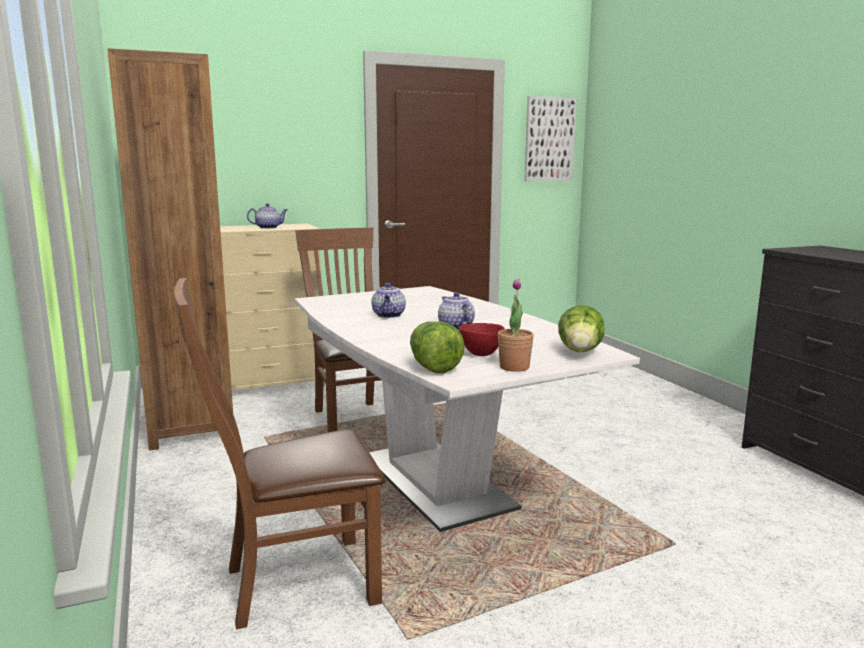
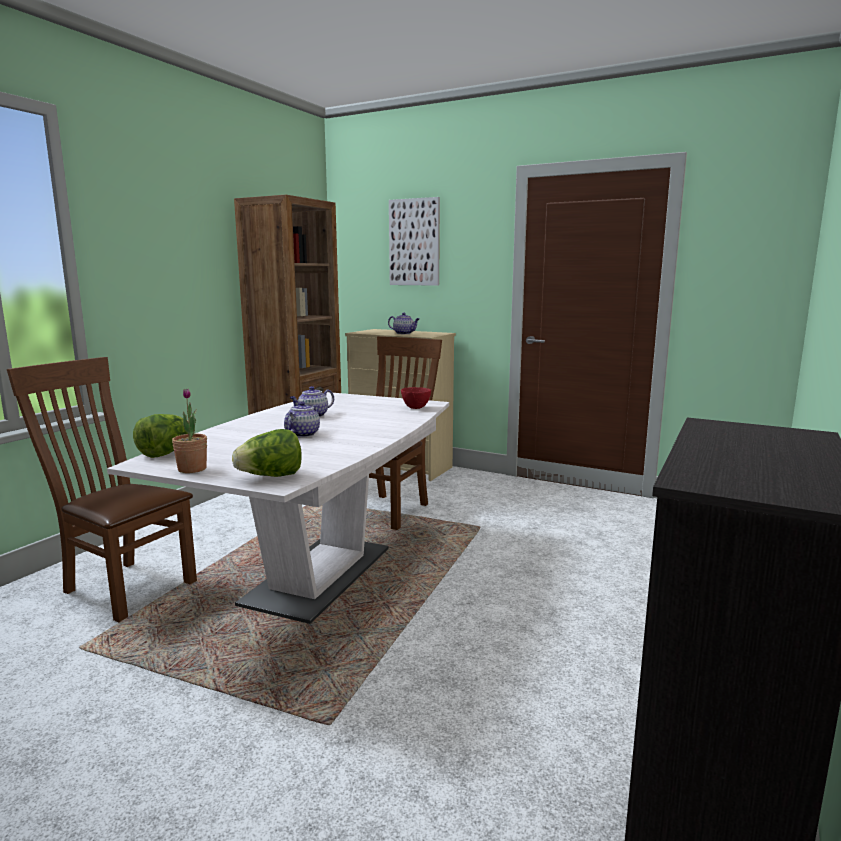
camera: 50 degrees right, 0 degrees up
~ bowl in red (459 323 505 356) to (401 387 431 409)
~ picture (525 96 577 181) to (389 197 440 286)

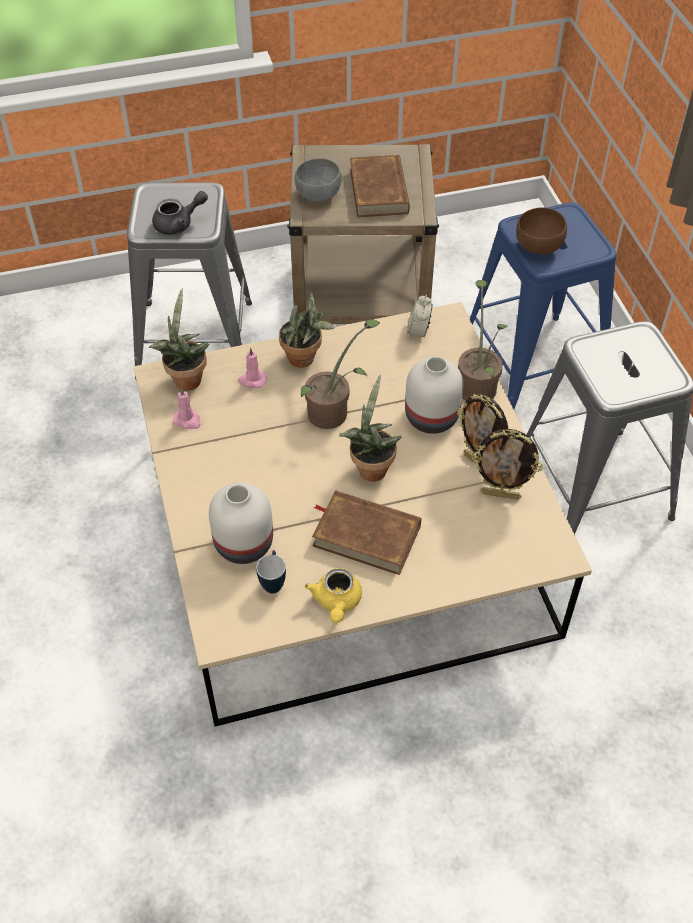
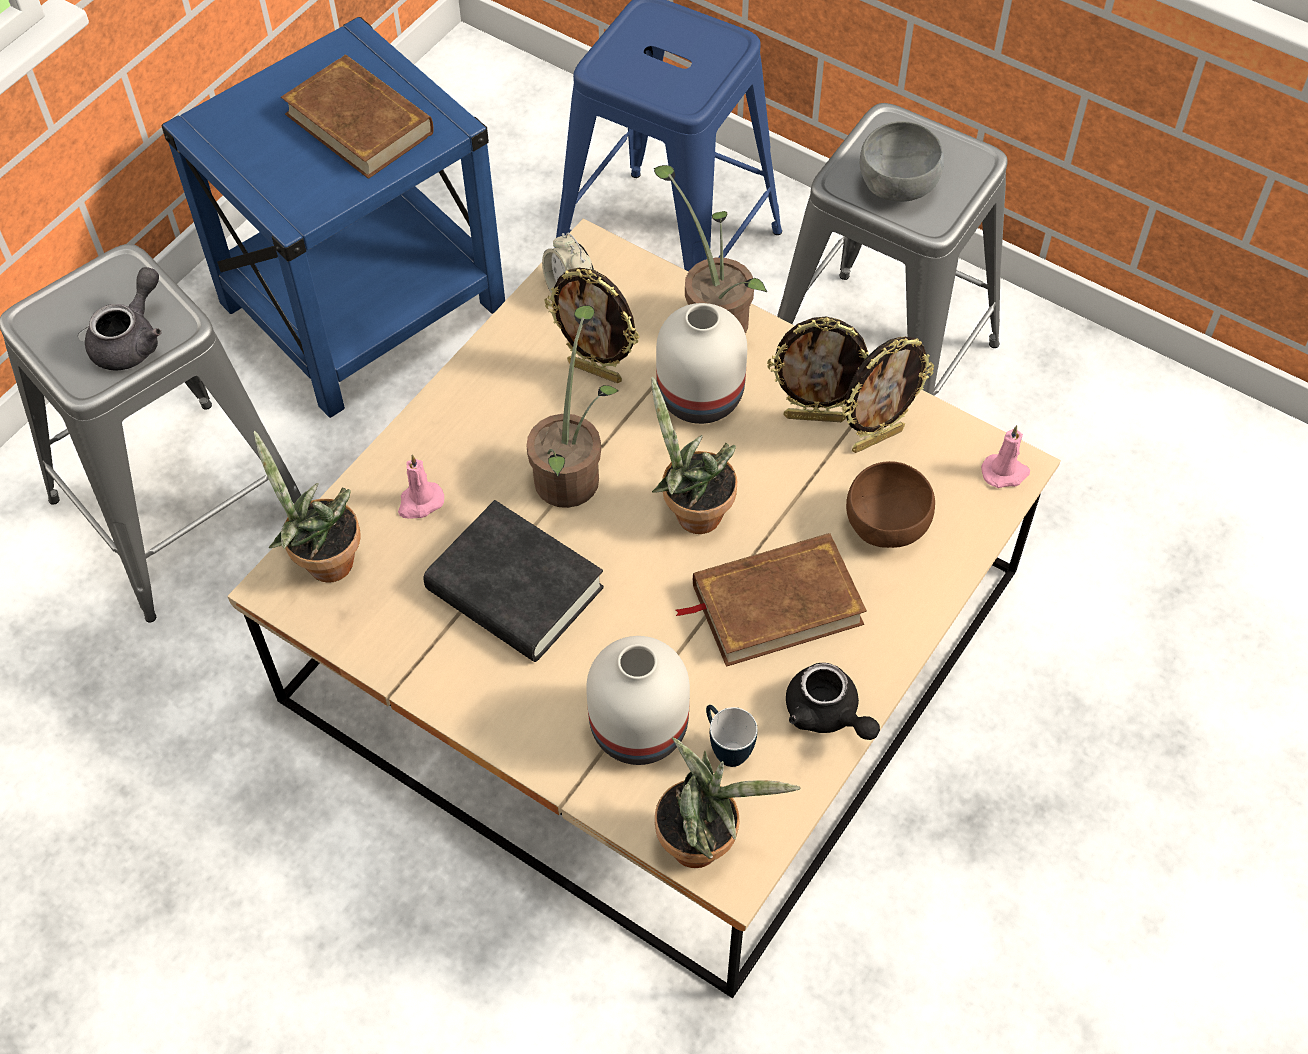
camera: 40 degrees left, 5 degrees up
+ book in black (423 500 604 662)
+ picture frame (544 268 639 383)
~ candle in pink (173 387 201 429) to (981 425 1030 488)
~ potted plant (279 291 335 368) to (655 737 801 868)
~ bowl in grey (295 158 342 202) to (860 121 944 202)
~ bowl in brown (516 207 567 254) to (846 461 935 548)
~ side table in beige (287 144 439 324) to side table in blue (162 17 505 418)
~ teapot in yellow (304 568 362 623) to teapot in black (786 663 880 740)

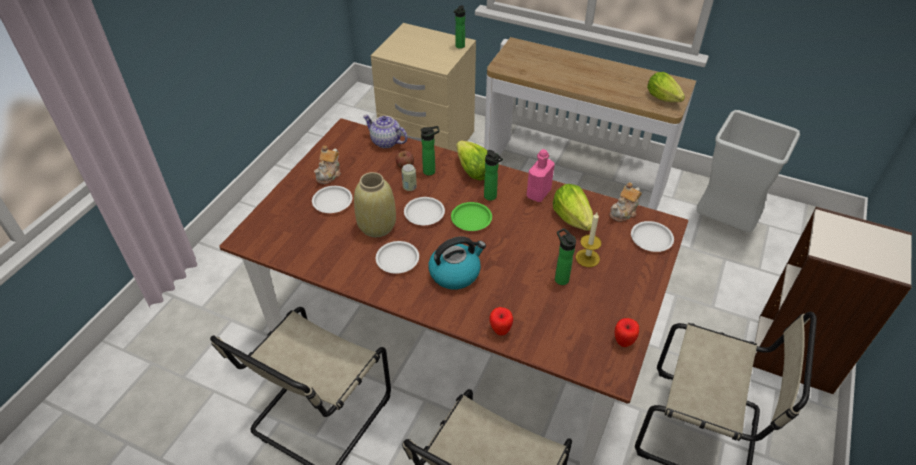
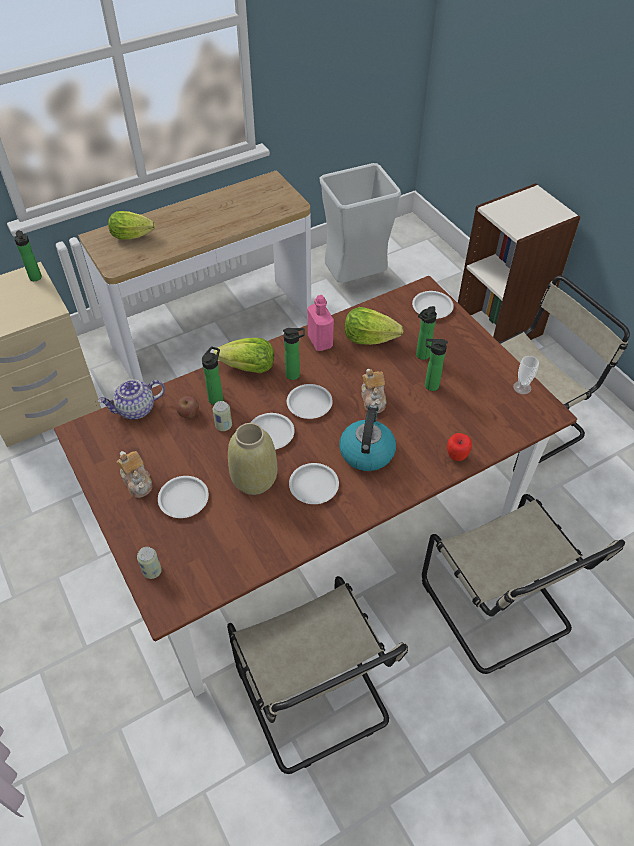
camera: 55 degrees left, 5 degrees up
+ can (137 547 162 579)
~ teapot (610 182 642 222) to (361 369 387 413)
~ lettuce (647 72 685 102) to (108 211 155 240)
~ candle (576 212 602 267) to bottle (416 306 437 360)
~ apple (615 318 639 347) to cup (513 356 539 394)
~ plate in green (451 202 492 231) to plate in white (287 384 333 419)

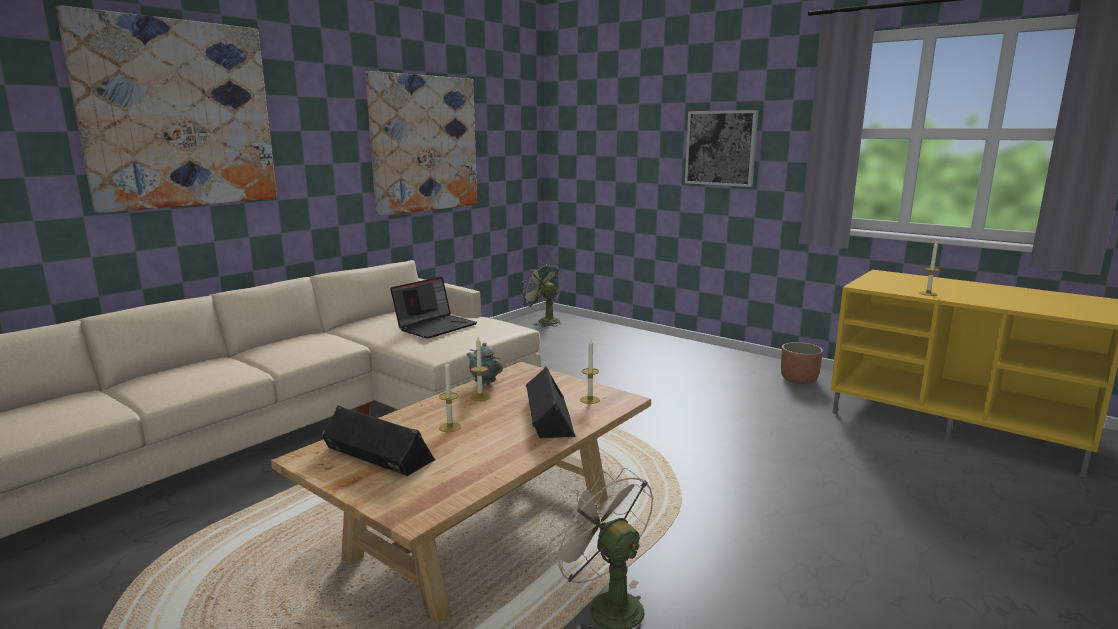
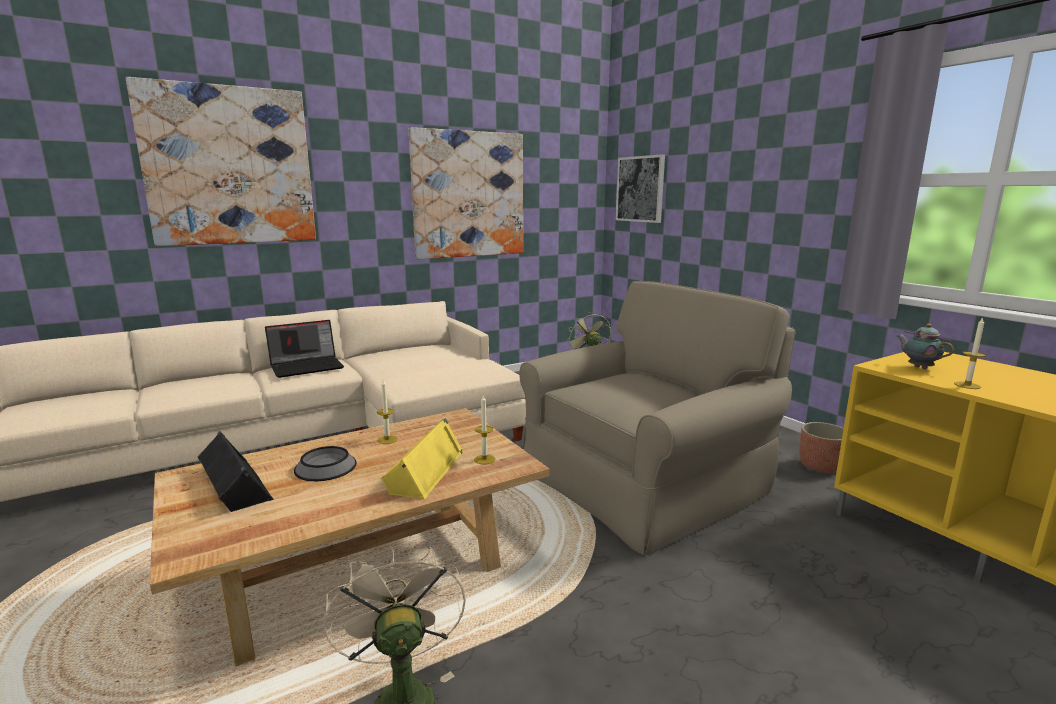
camera: 20 degrees right, 0 degrees up
+ armchair in beige (520 281 795 555)
~ laptop (390 277 477 339) to (265 320 344 378)
~ teapot (467 343 503 385) to (897 324 954 369)
~ picture (685 110 759 187) to (616 154 665 223)
~ candle (439 361 461 432) to bowl (294 446 357 481)
~ speaker in black (526 366 576 438) to speaker in yellow (381 418 464 500)

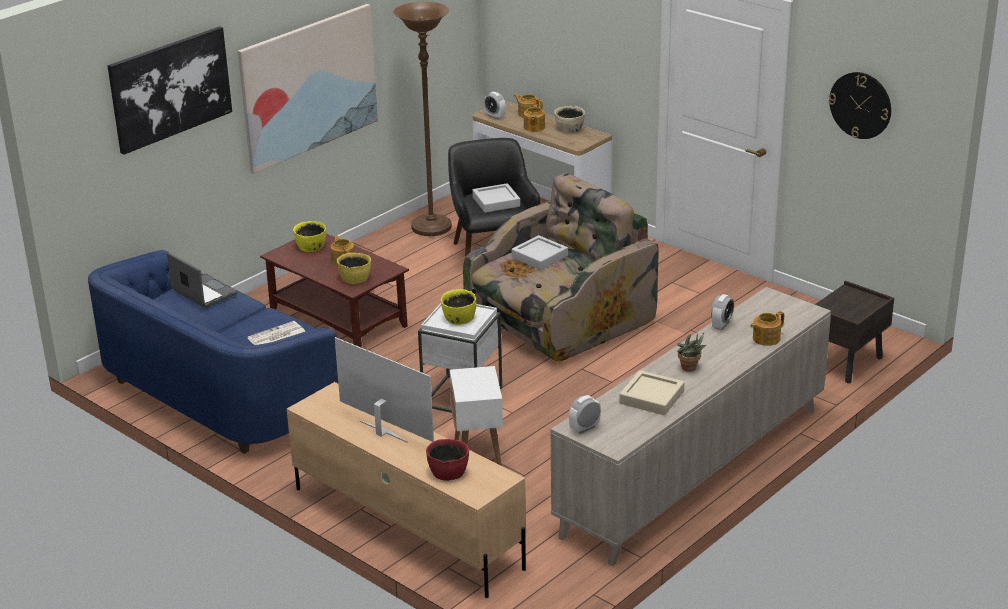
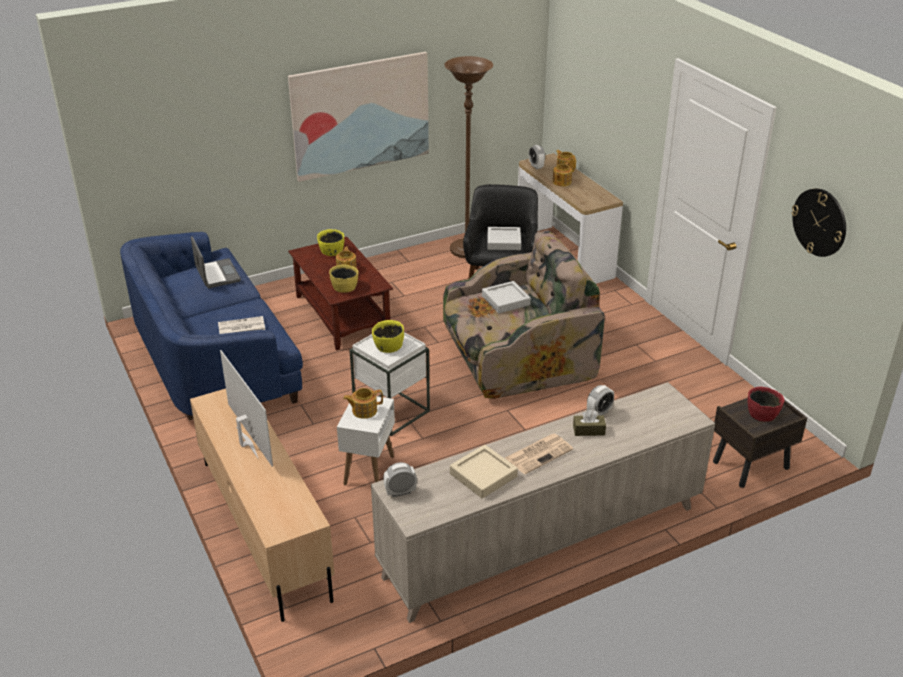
camera: 20 degrees right, 5 degrees up
- picture (108 26 232 155)
- bowl in beige (554 106 585 134)
+ tissue box in brown (573 410 606 436)
~ bowl in red (426 439 469 481) to (748 387 784 422)
~ teapot (750 311 784 346) to (343 388 383 419)
~ potted plant (677 333 706 372) to newspaper (505 433 573 474)

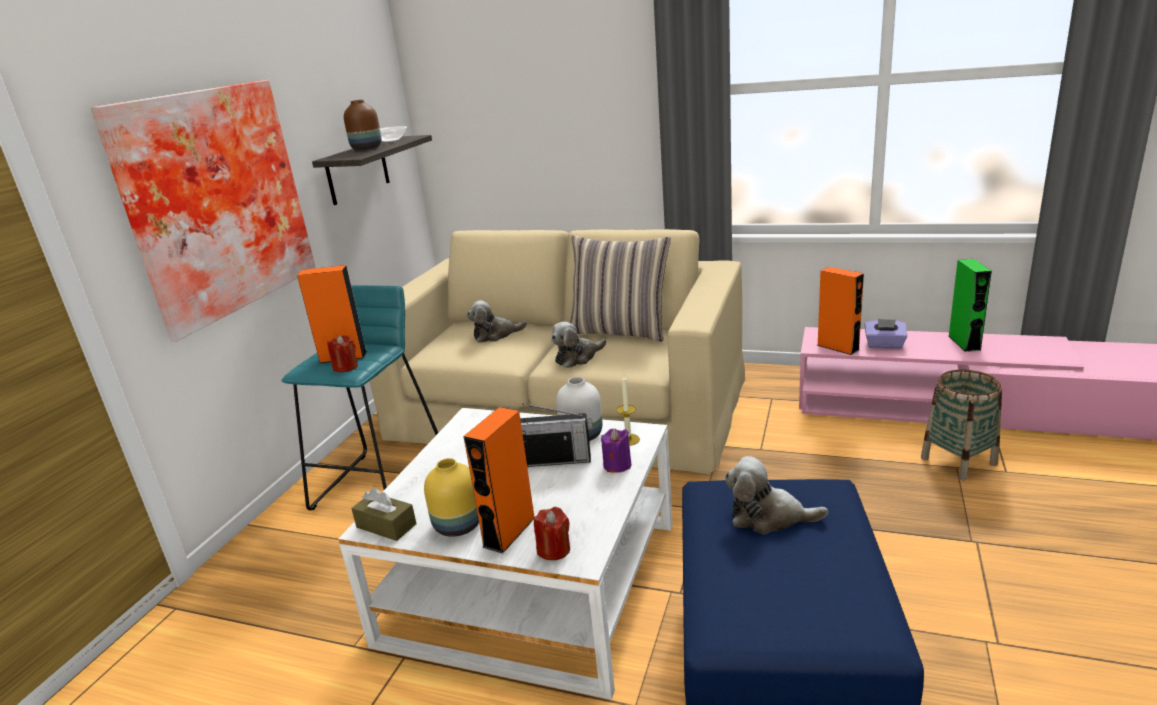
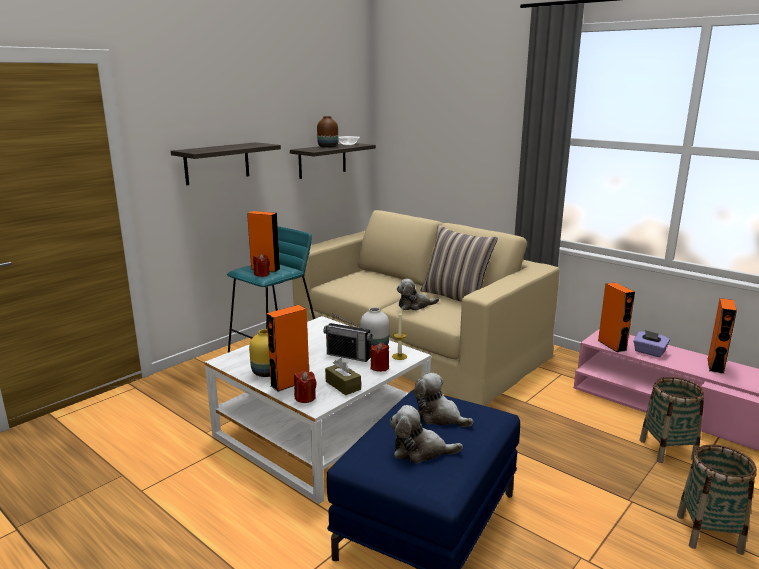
camera: 20 degrees right, 5 degrees down
+ basket (677 445 757 555)
~ tissue box in brown (351 488 416 541) to (325 358 361 395)
~ plush toy (467 300 527 343) to (390 405 463 463)
~ picture (91 80 316 341) to shelf (171 142 281 185)
~ candle in purple (601 429 631 473) to candle in red (370 342 389 372)
~ speaker in green (949 259 992 352) to speaker in orange (708 298 737 374)

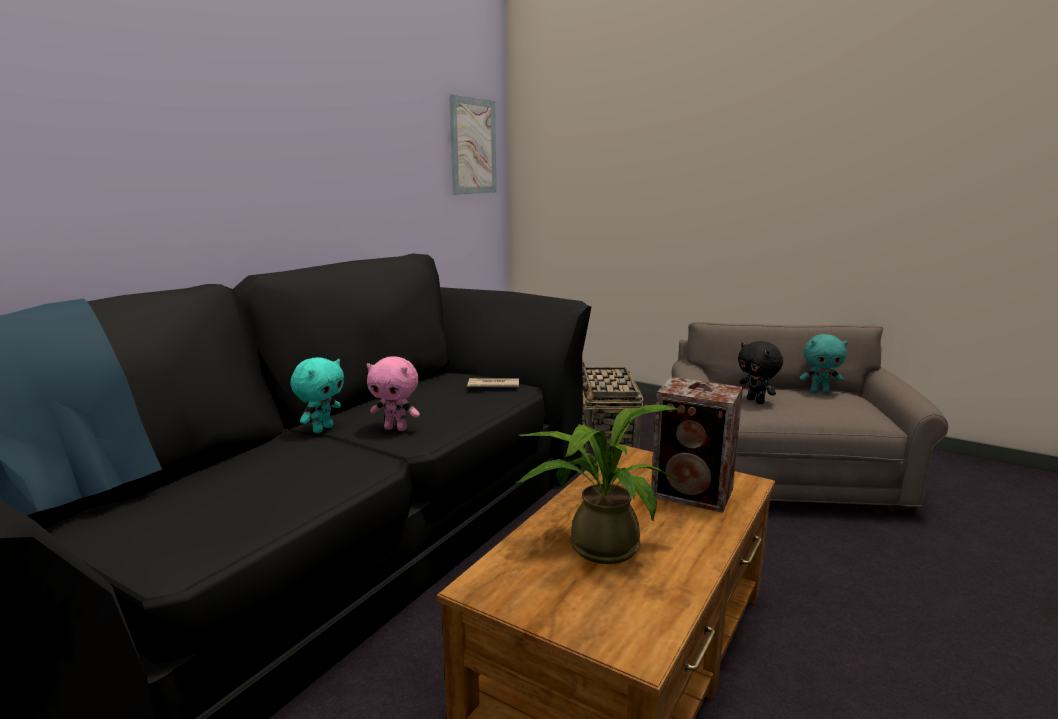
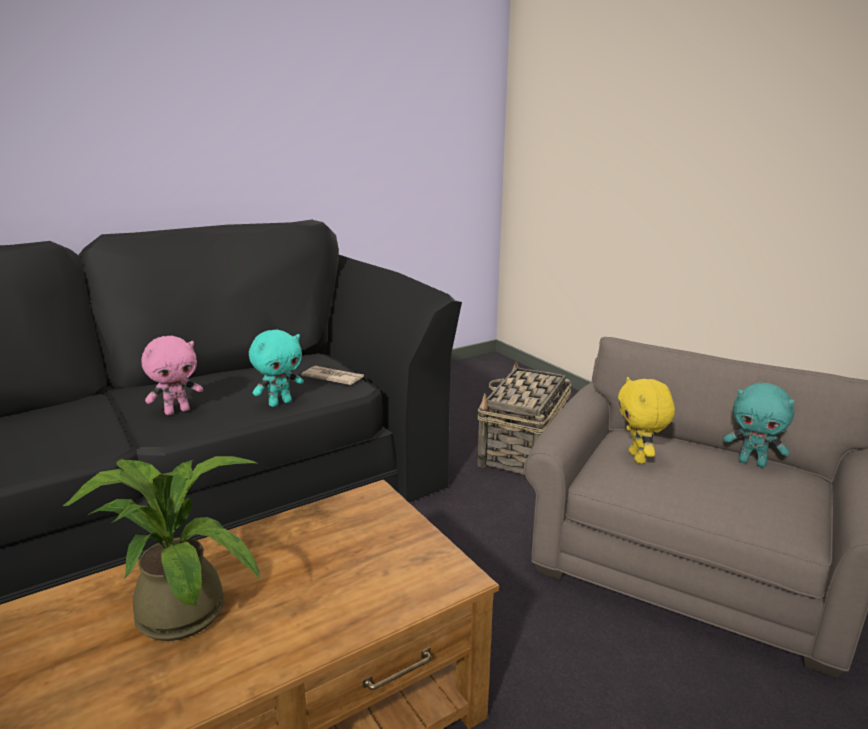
camera: 25 degrees right, 5 degrees up
- picture (449 95 496 195)
- speaker (651 377 743 513)
~ plush toy in turquoise (290 357 344 433) to (249 330 304 407)
~ plush toy in black (738 341 783 404) to plush toy in yellow (618 377 675 464)
~ plush toy in pink (366 356 420 431) = (141 336 203 415) 75 degrees counterclockwise

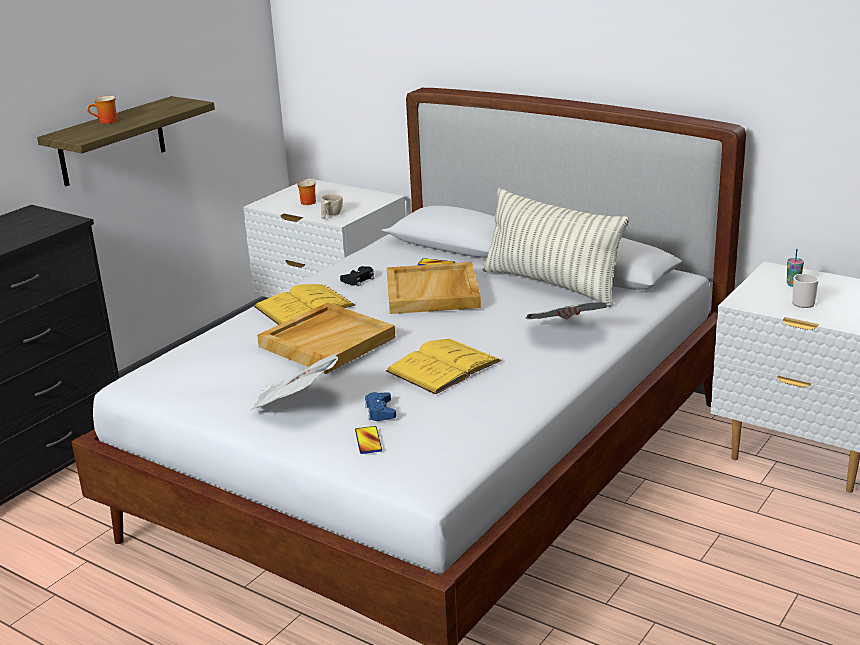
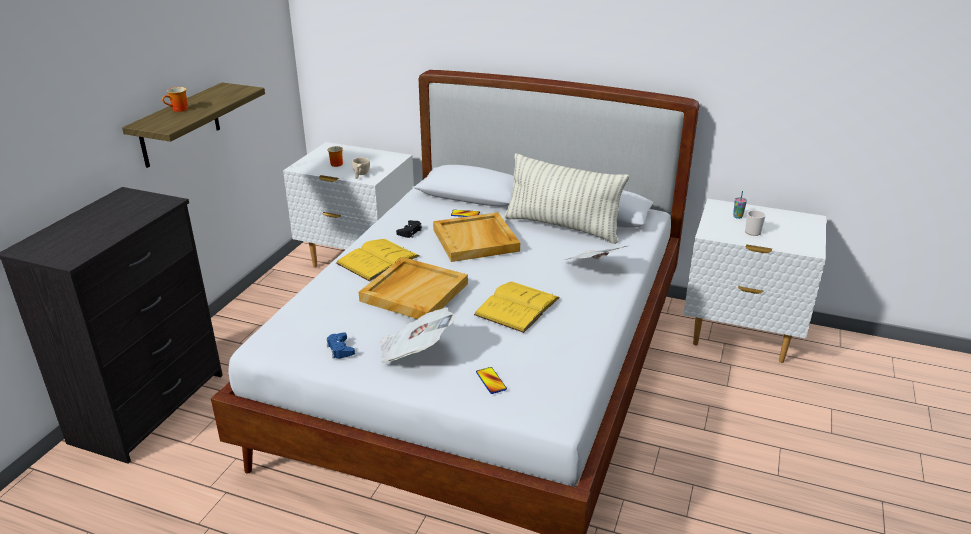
camera: 15 degrees left, 5 degrees up
~ game controller in blue (365 392 396 421) to (327 332 355 359)

